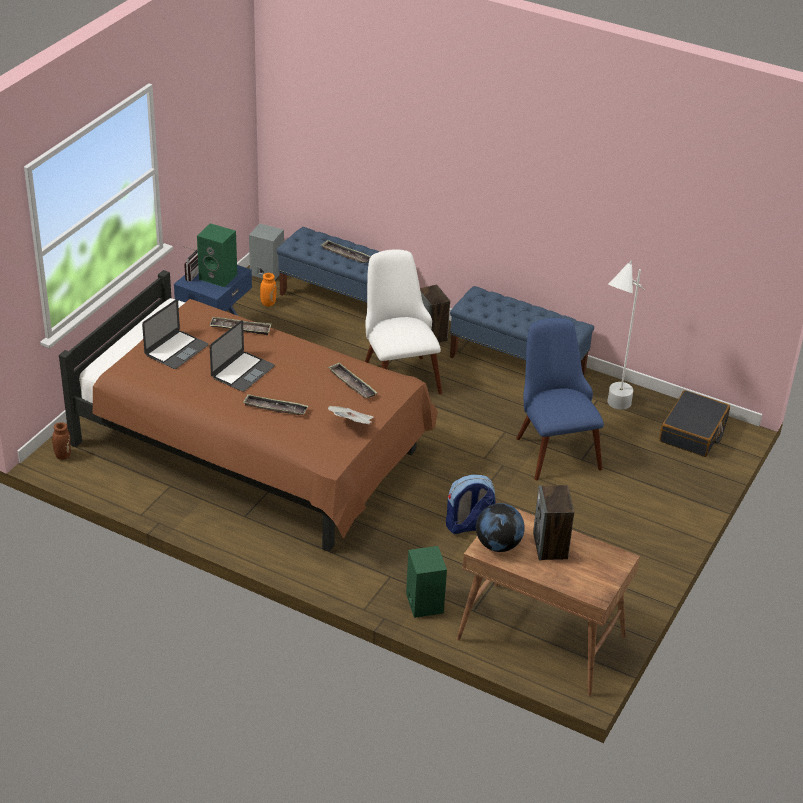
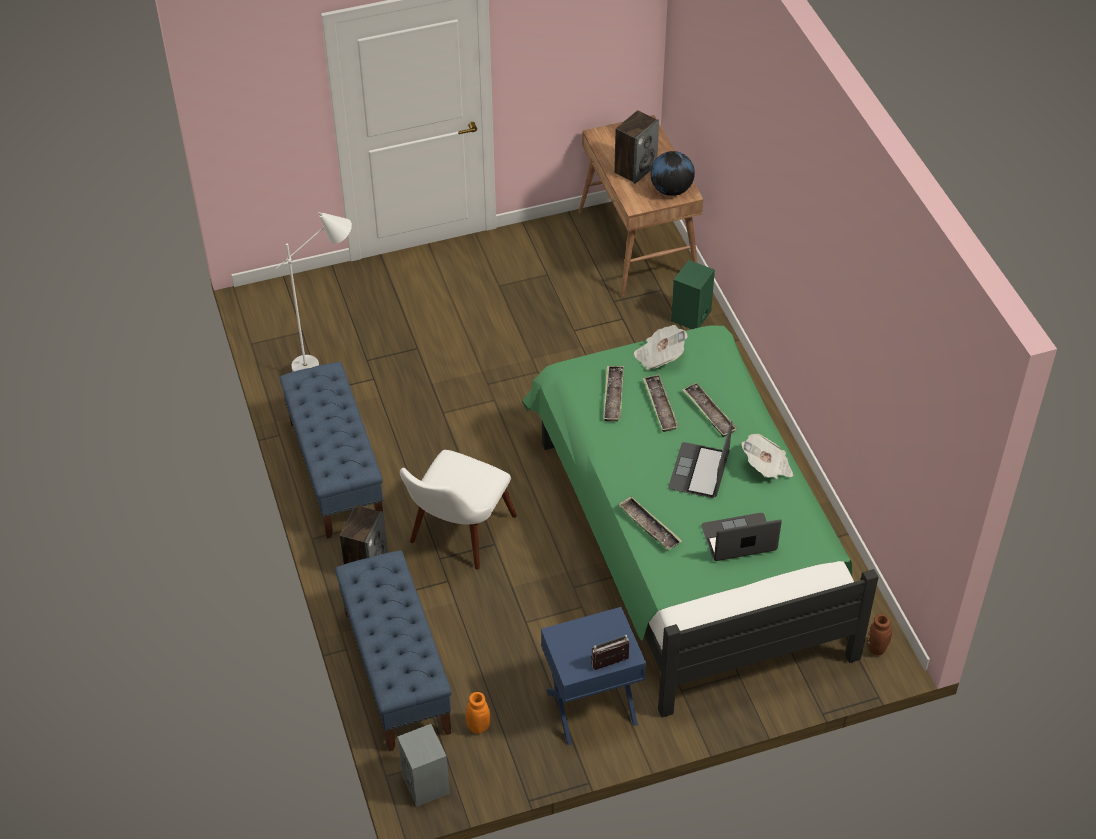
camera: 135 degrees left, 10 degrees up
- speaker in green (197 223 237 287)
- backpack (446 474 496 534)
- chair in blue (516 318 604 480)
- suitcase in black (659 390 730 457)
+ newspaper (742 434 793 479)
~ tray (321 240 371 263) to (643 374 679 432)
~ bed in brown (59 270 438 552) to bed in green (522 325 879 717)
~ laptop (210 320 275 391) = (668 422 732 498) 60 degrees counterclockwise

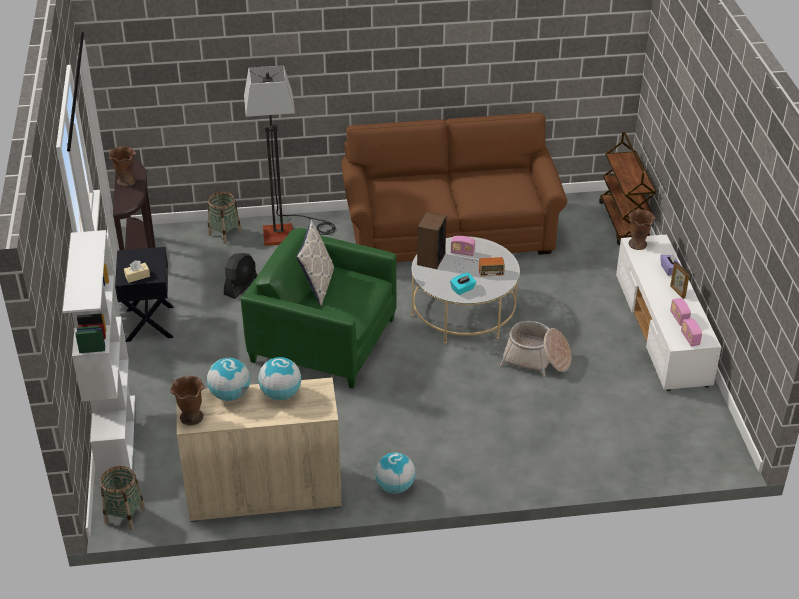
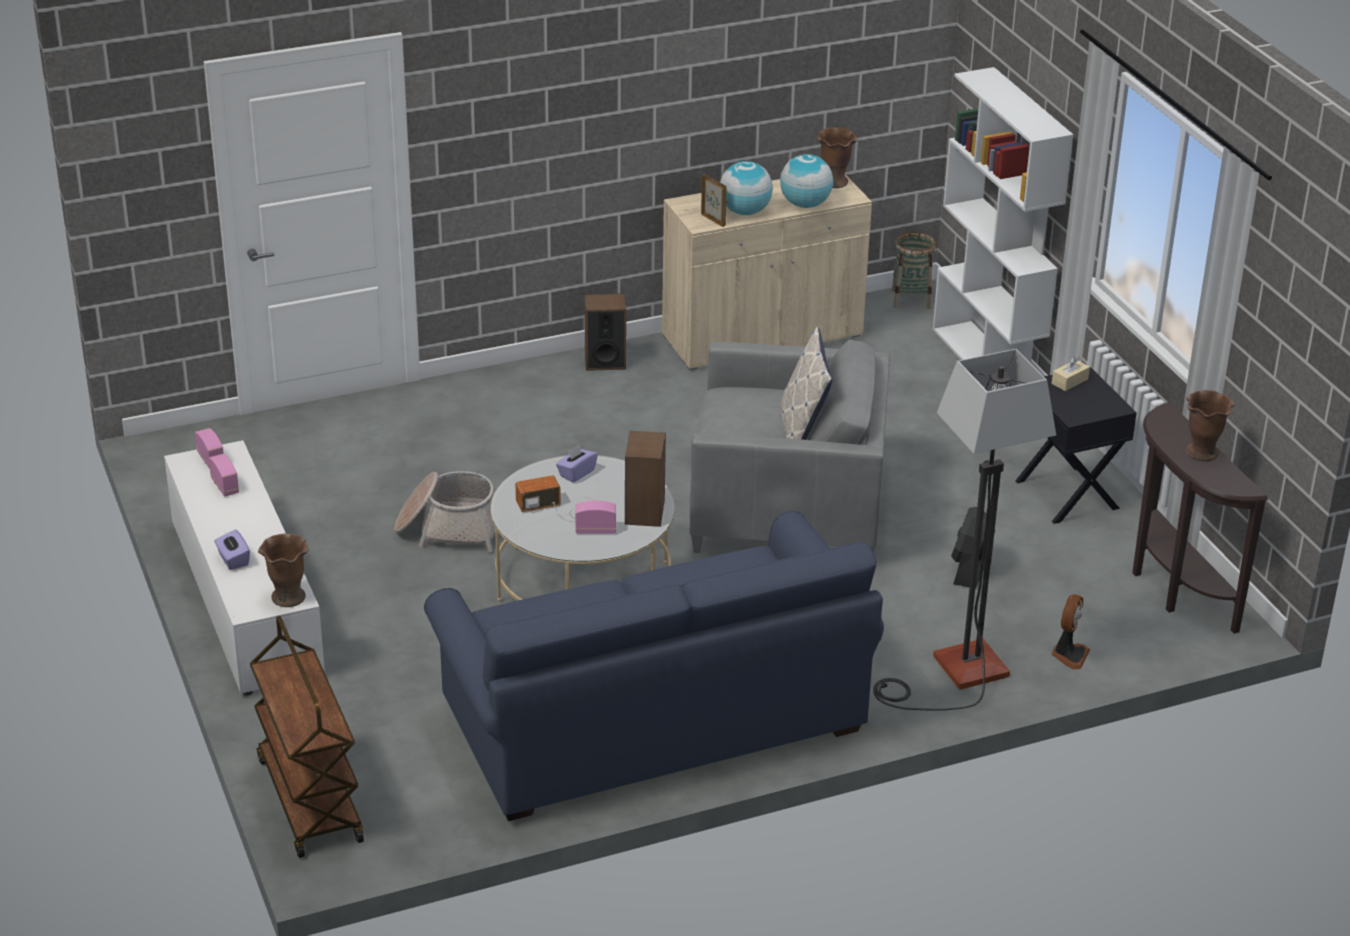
camera: 165 degrees right, 5 degrees down
~ picture frame (670 262 690 299) to (701 174 727 227)
~ basket (208 191 242 244) to fan (1051 594 1090 670)
~ globe (375 452 416 493) to speaker (584 294 626 371)
~ armchair in green (241 228 397 389) to armchair in grey (690 340 890 553)
~ sofa in brown (342 112 567 262) to sofa in blue (424 511 884 821)
~ tissue box in turquoise (450 273 476 295) to tissue box in purple (556 444 598 482)

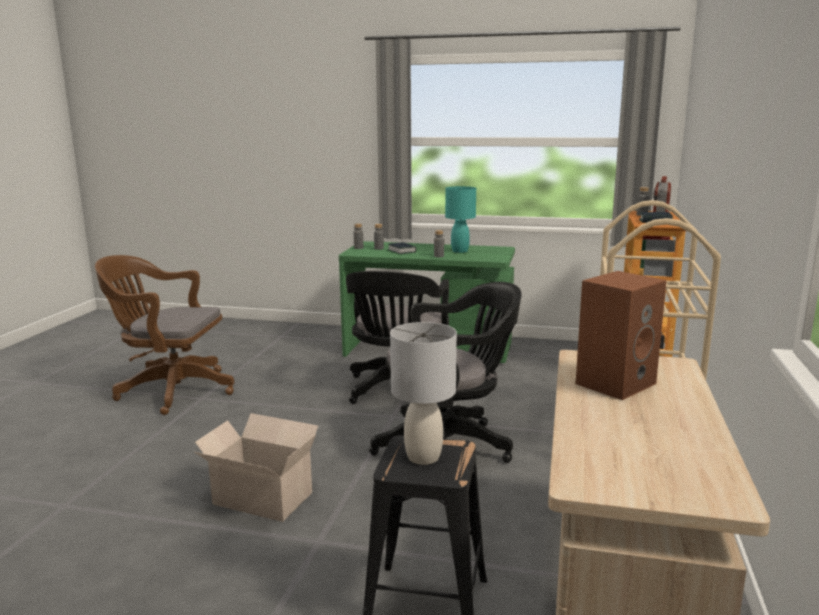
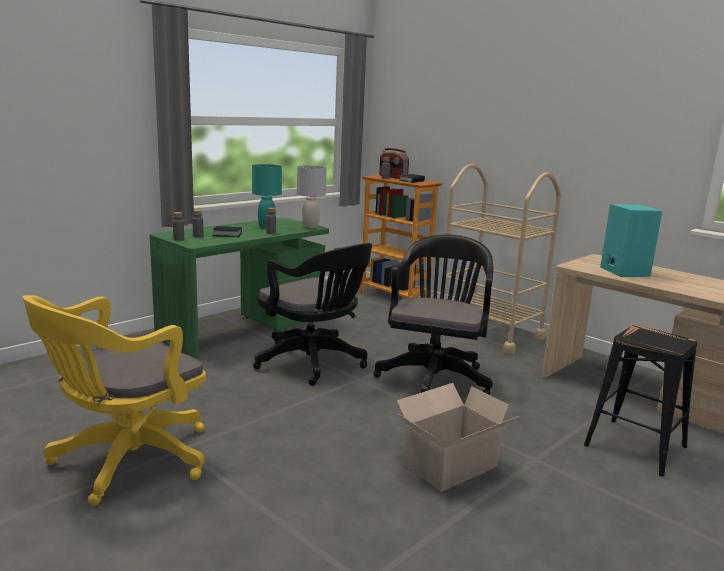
camera: 60 degrees left, 0 degrees up
~ table lamp in grey (390 322 457 465) to (297 165 327 228)
~ office chair in brown (95 255 234 415) to office chair in yellow (23 295 206 506)
~ speaker in brown (576 271 667 400) to speaker in turquoise (600 204 662 277)

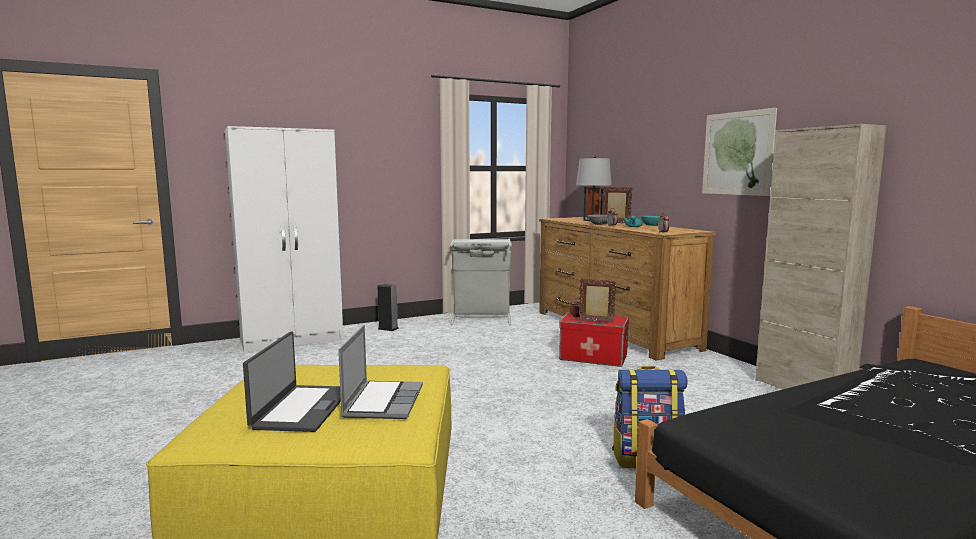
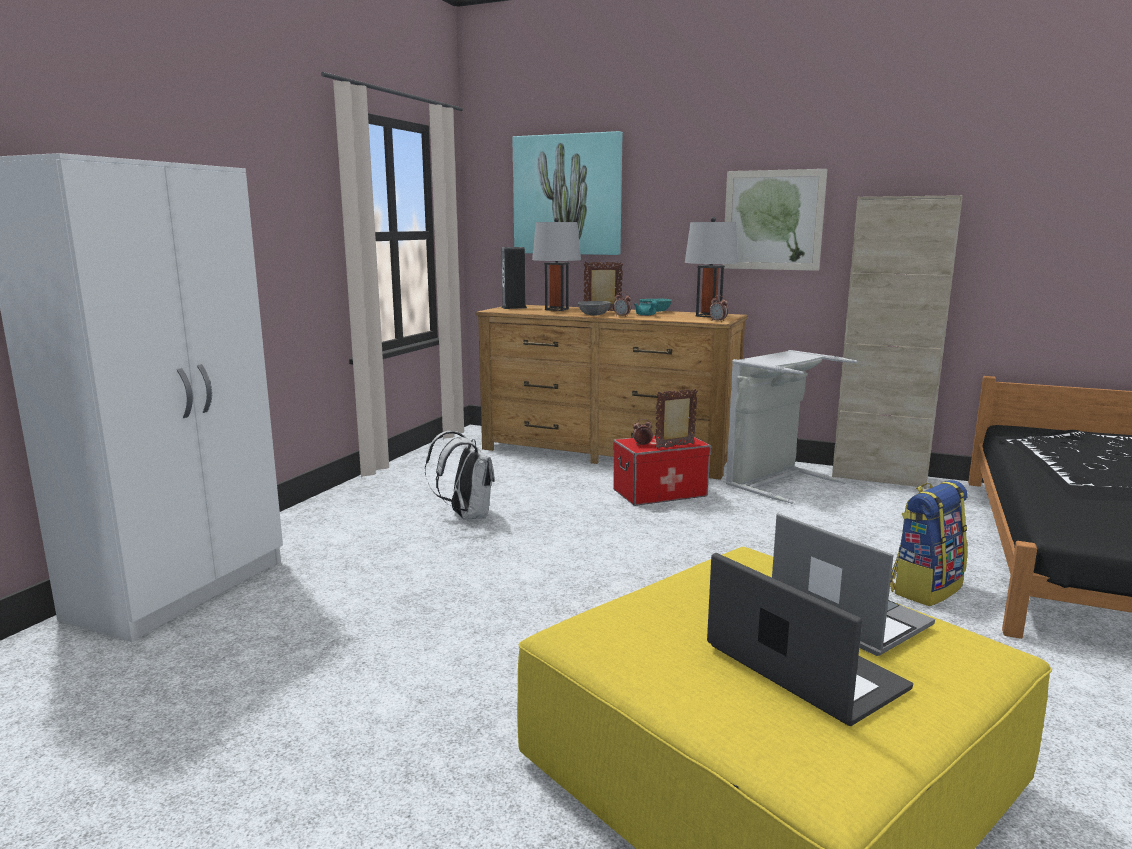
camera: 40 degrees left, 5 degrees up
+ backpack in white (425 431 495 520)
+ picture (512 131 623 255)
+ table lamp in grey (685 217 738 318)
~ speaker (378 284 399 331) to (501 247 527 309)
~ laundry basket in grey (450 239 512 325) to (726 350 857 504)

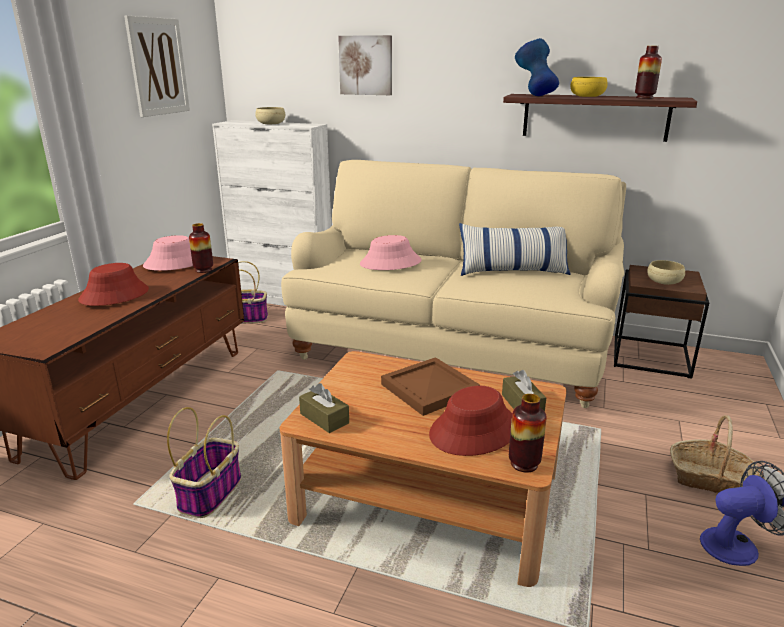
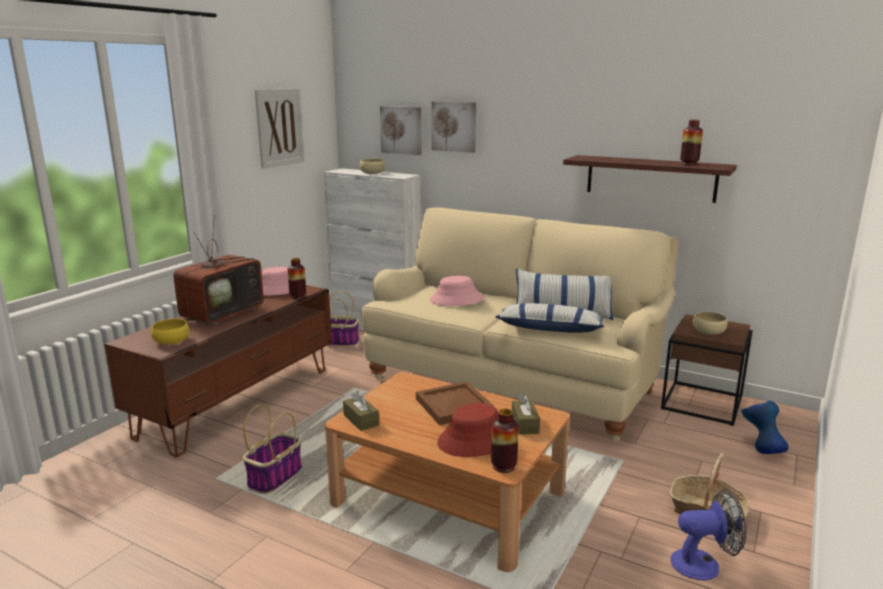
camera: 10 degrees right, 5 degrees down
+ picture (380 106 422 155)
+ pillow (495 303 604 333)
~ vase in blue (515 38 559 96) to (741 400 789 454)
~ bowl in yellow (570 77 608 97) to (151 319 190 345)
~ hat in red (78 263 149 306) to television (173 215 264 326)

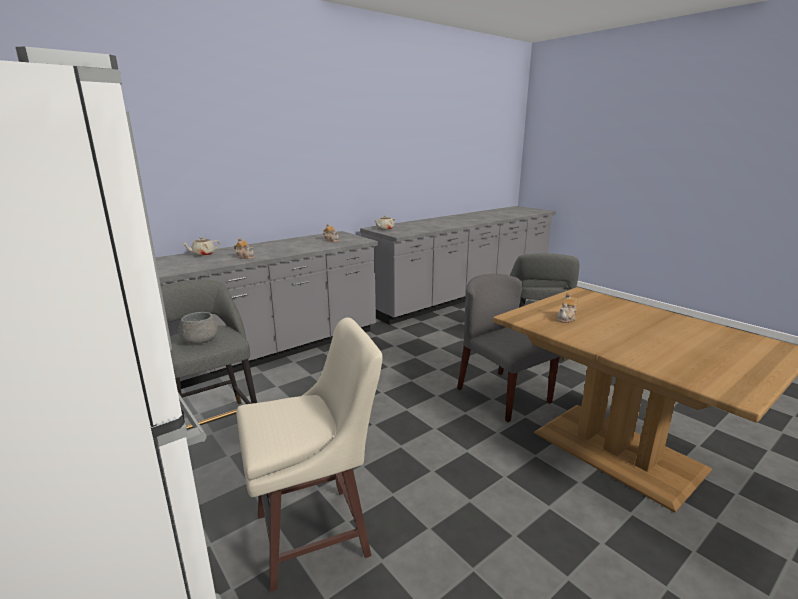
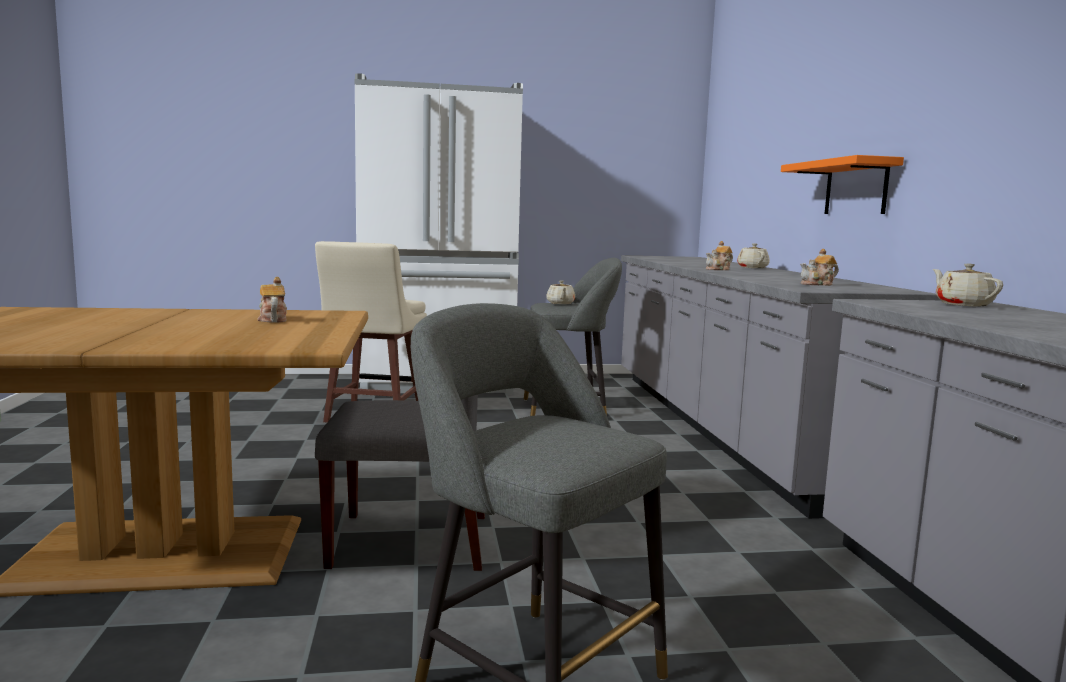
camera: 120 degrees right, 10 degrees down
+ shelf in orange (781 155 904 214)
~ bowl in grey (178 312 218 344) to teapot in beige (546 280 575 304)

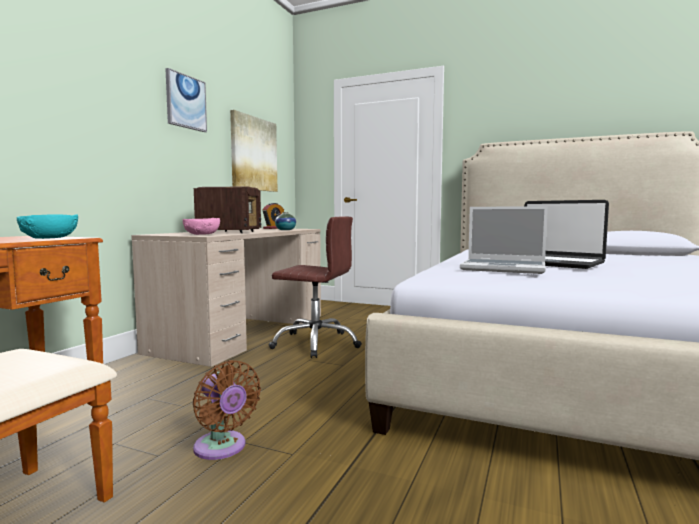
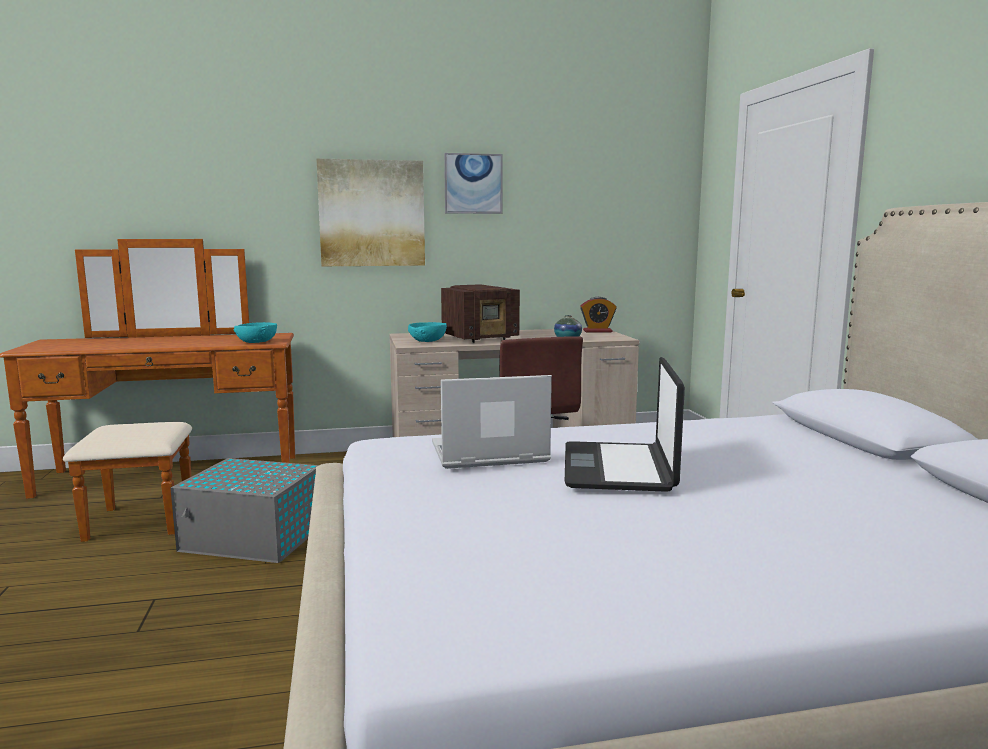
camera: 55 degrees right, 5 degrees up
~ picture (230 110 278 192) to (316 159 425 266)
~ fan in brown (193 360 261 460) to storage box in grey (170 458 319 563)
~ bowl in pink (183 218 220 235) to bowl in turquoise (408 322 447 342)
~ laptop (460 206 548 274) = (432 375 552 469) 90 degrees clockwise

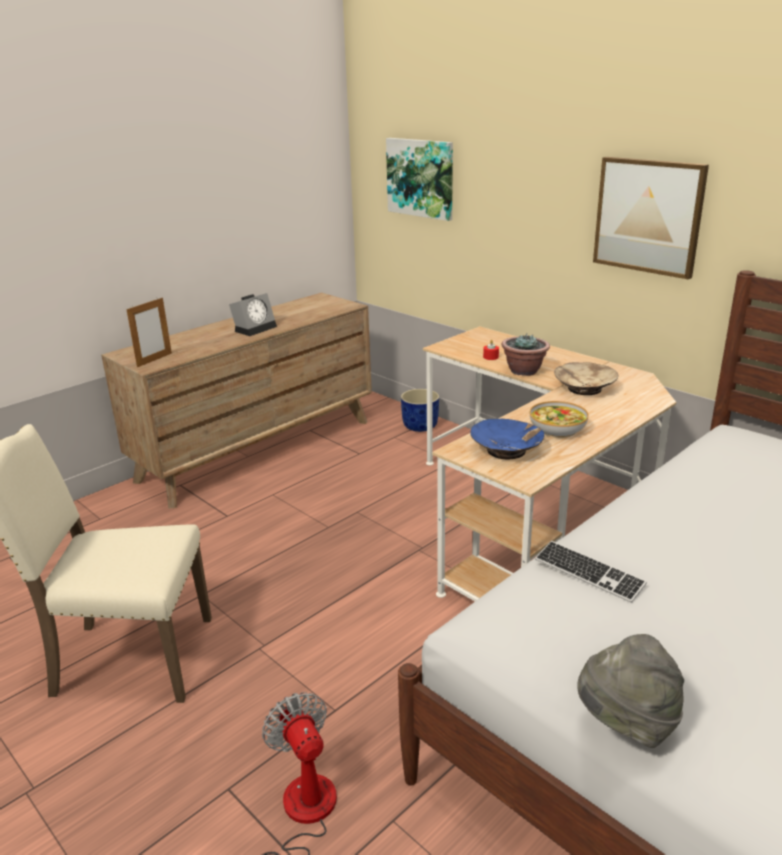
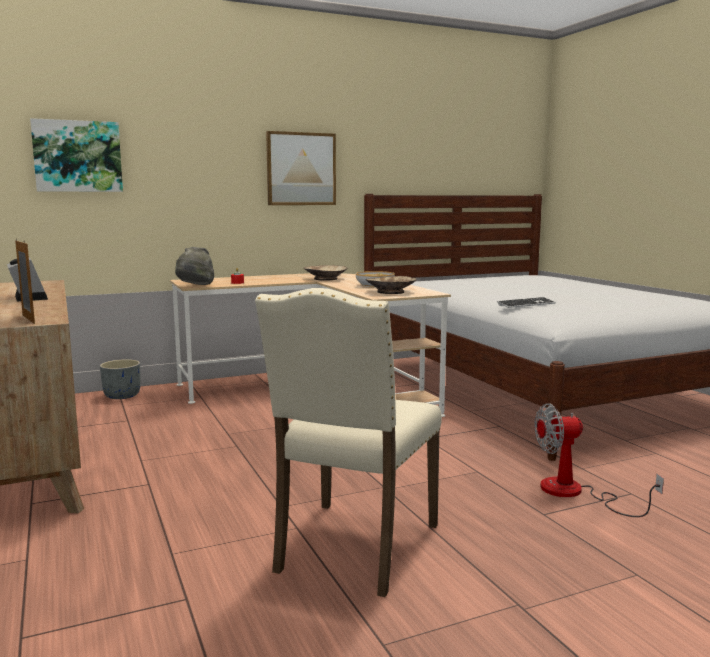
camera: 70 degrees left, 15 degrees down
- potted plant (502 334 550 376)
~ hat in grey (577 634 684 748) to (175 247 214 285)
~ planter in blue (401 389 439 432) to planter in grey (100 359 140 399)
~ bowl in blue (470 419 544 459) to bowl in beige (366 276 417 294)

